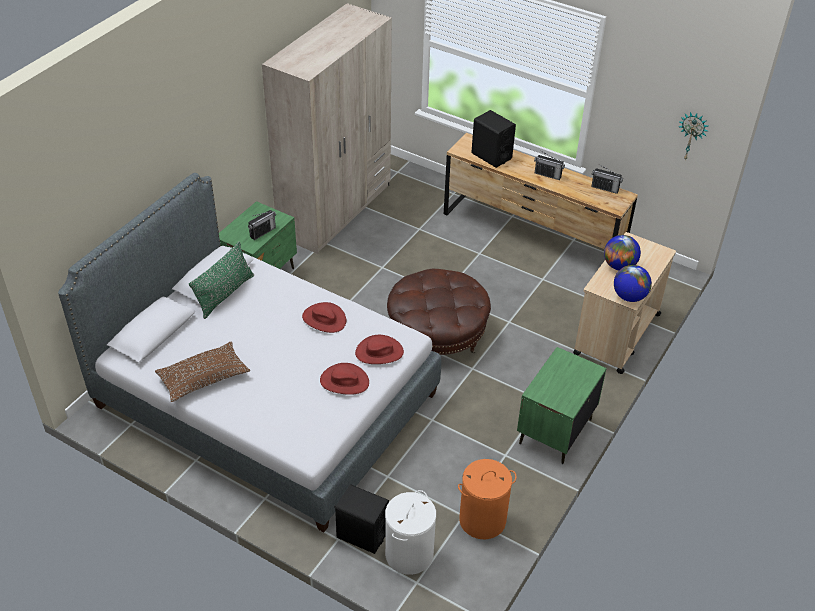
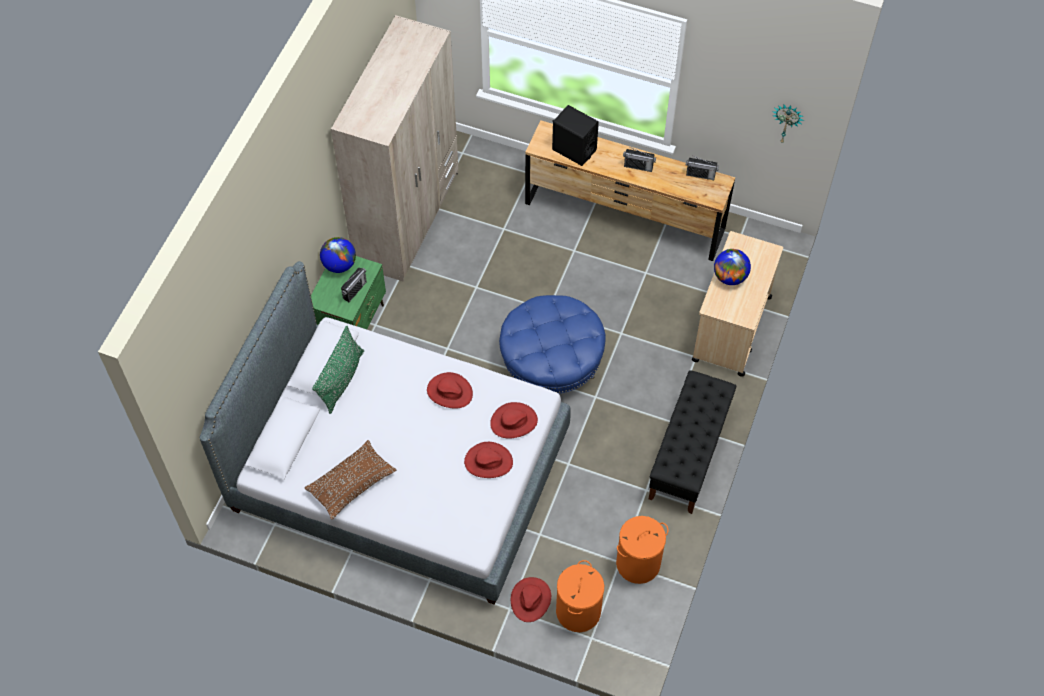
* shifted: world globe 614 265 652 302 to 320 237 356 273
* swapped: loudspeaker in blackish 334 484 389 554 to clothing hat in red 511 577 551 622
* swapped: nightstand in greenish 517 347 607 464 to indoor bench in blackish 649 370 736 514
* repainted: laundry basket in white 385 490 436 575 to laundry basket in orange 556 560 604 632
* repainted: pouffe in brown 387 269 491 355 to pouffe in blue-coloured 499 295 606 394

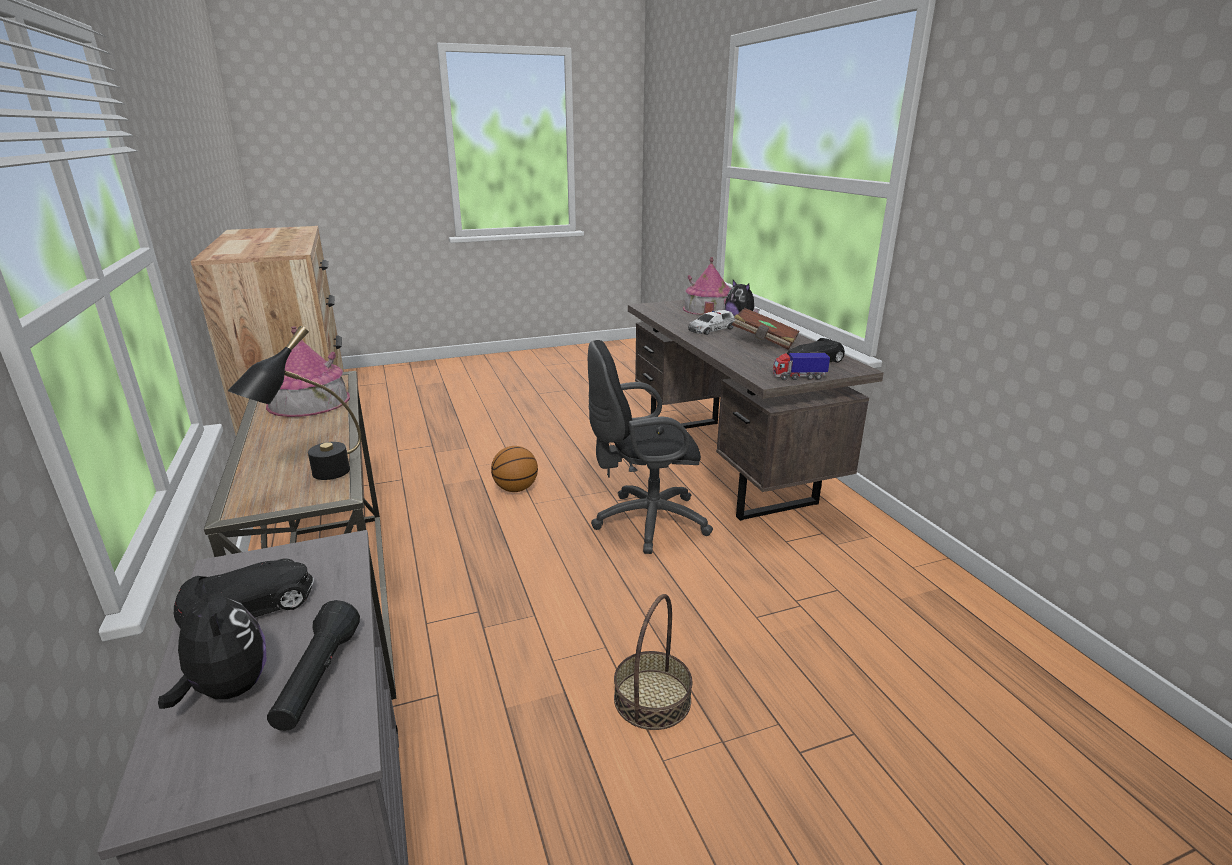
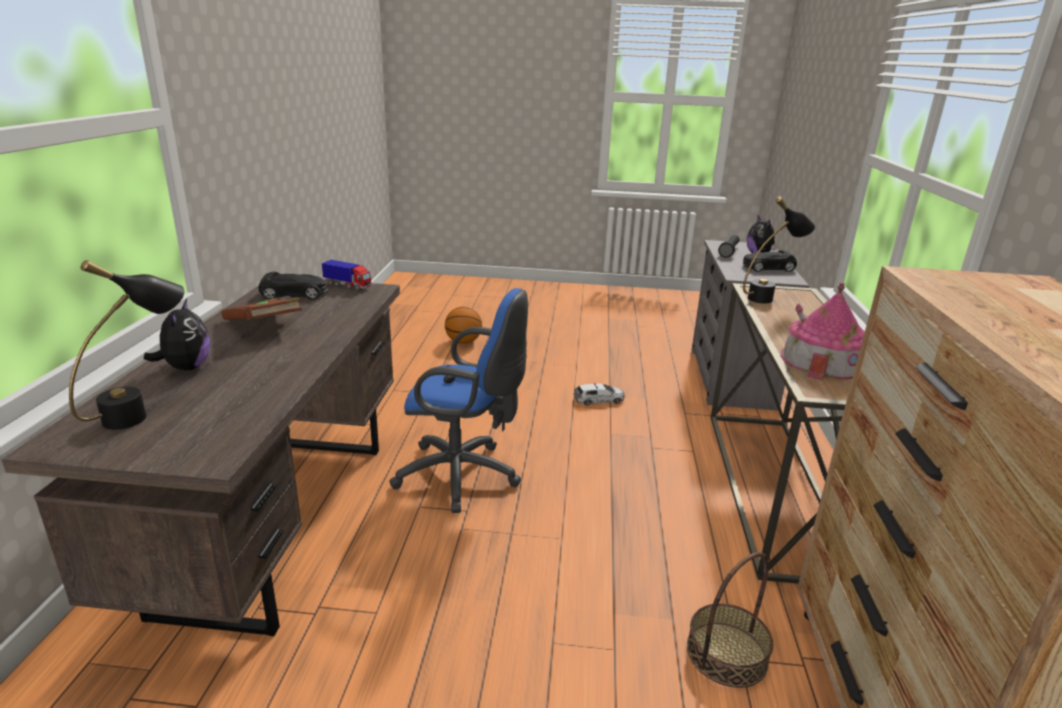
* shifted: basketball ball 491 446 538 492 to 445 306 482 344
* shifted: basket 614 594 693 730 to 687 552 773 688
* shifted: miniature car 688 310 735 335 to 574 383 624 406
* swapped: toy house 683 257 732 315 to lamp for a table in blackish 69 260 185 430
* repainted: computer chair in blackish 588 340 713 554 to computer chair in blue-coloured 389 288 528 513

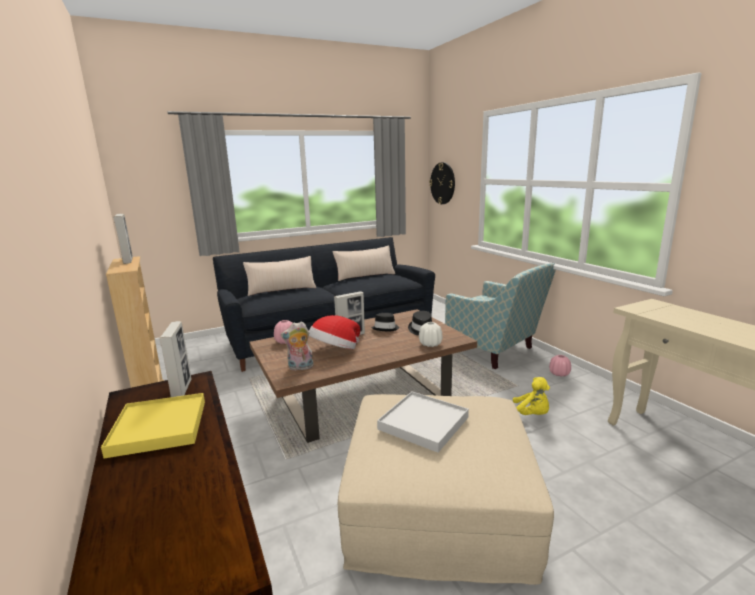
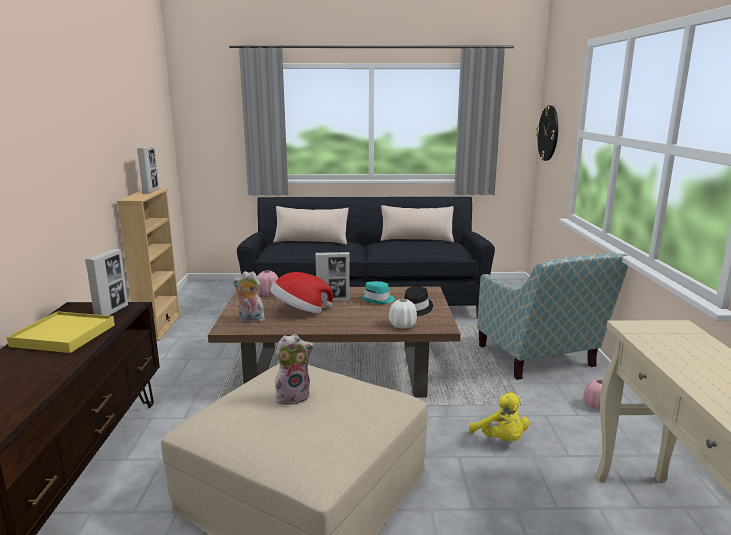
* swapped: serving tray in white 377 392 469 453 to soft toy 275 334 314 405
* repainted: clothing hat in blackish 371 313 399 331 to clothing hat in turquoise-coloured 360 281 395 304

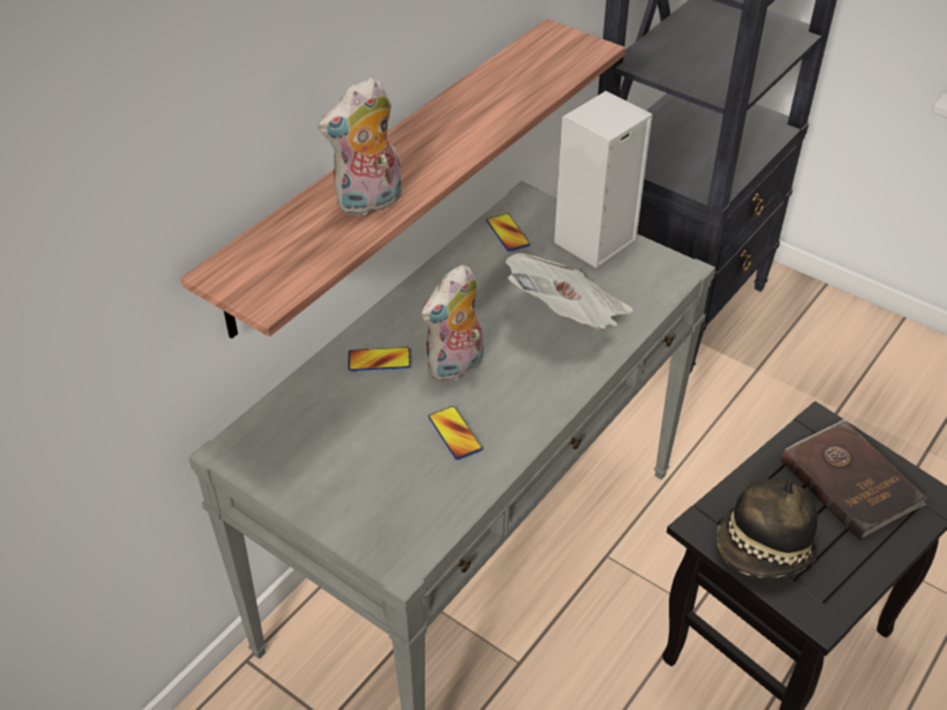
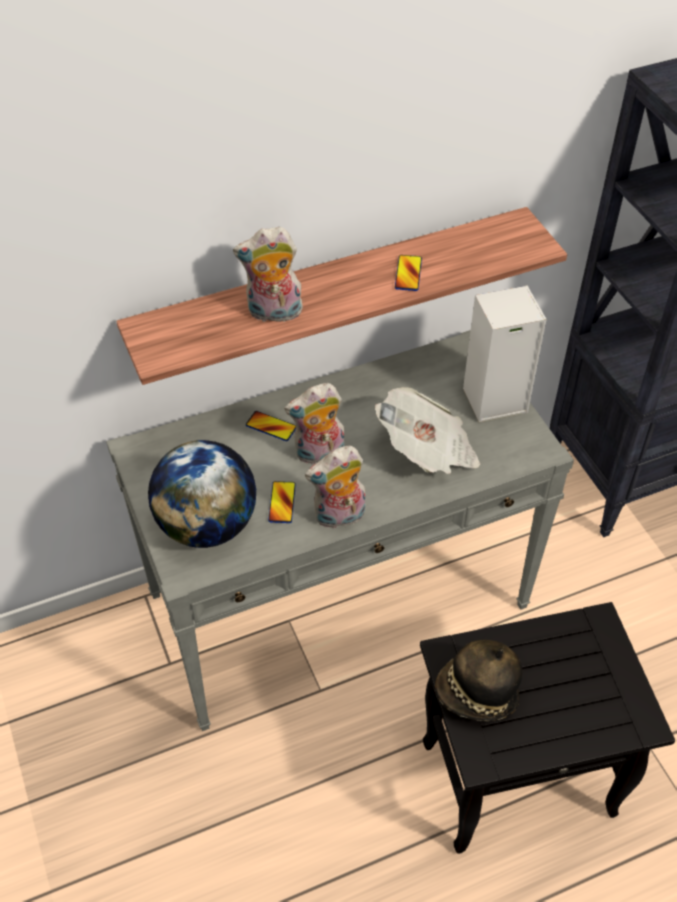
* gone: volume in brown 781 419 927 541
* new: world globe 148 440 256 548
* new: soft toy 305 446 366 529
* shifted: telephone 486 213 530 252 to 395 255 422 291

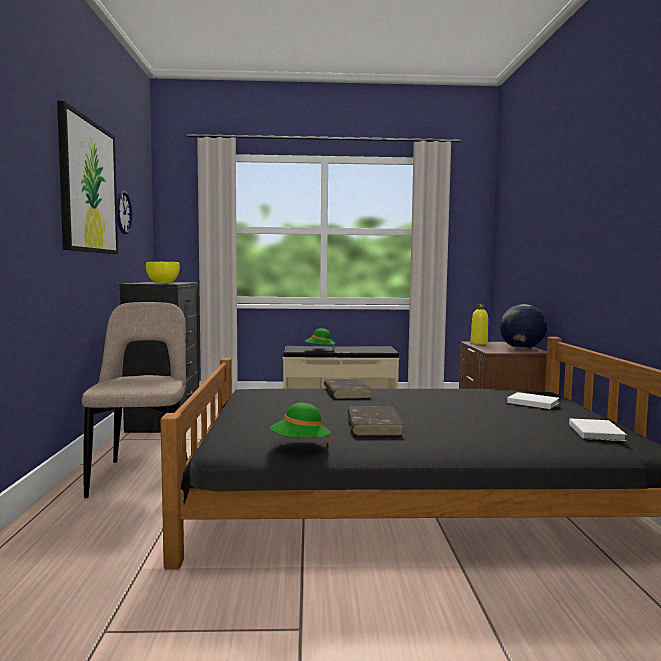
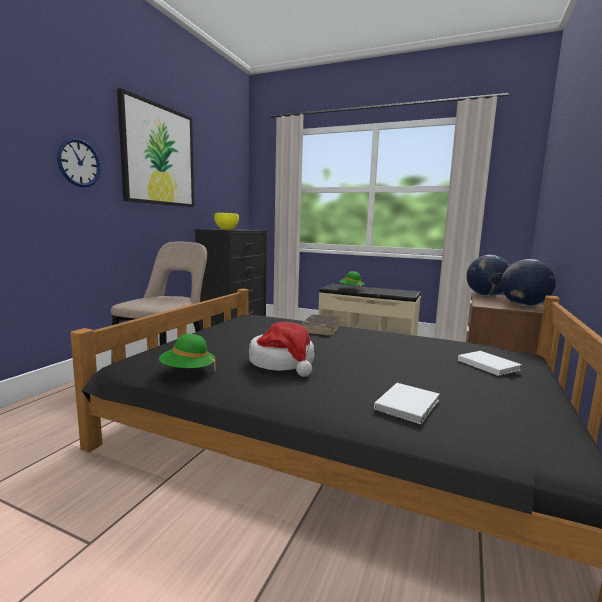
* shifted: clock on the wall 117 191 132 234 to 57 138 101 187
* shifted: volume in white 569 418 627 441 to 374 383 440 424
* swapped: volume in brown 347 406 403 435 to clothing hat 249 322 314 377
* swapped: bottle in yellowish 471 304 488 344 to world globe 466 255 510 296

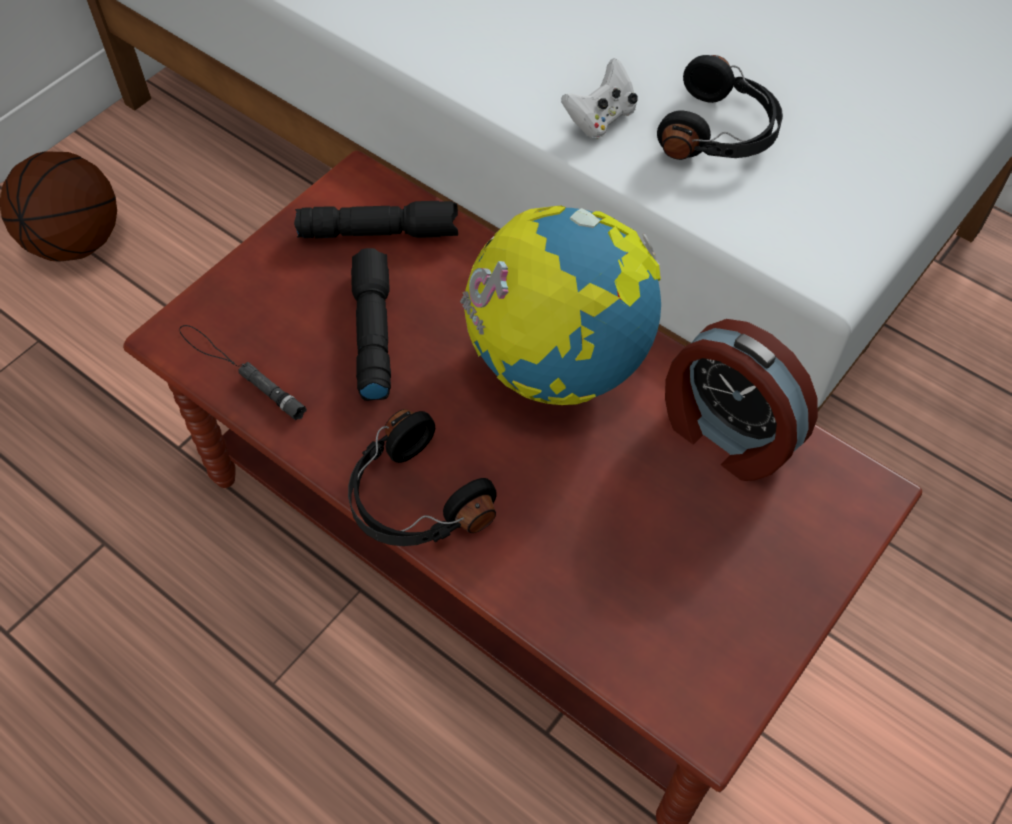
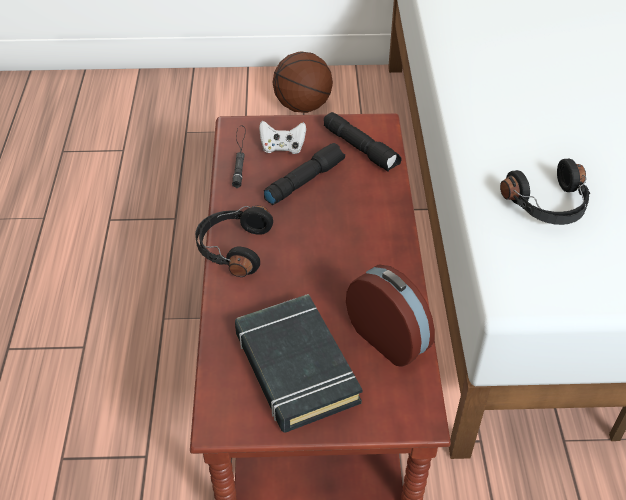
* gone: world globe 460 205 661 405
* new: volume in blackish 235 294 363 433
* shifted: joypad in white 561 58 638 139 to 259 121 306 154
* rotated: bedside clock 665 319 818 481 = 346 264 435 367 135 degrees clockwise

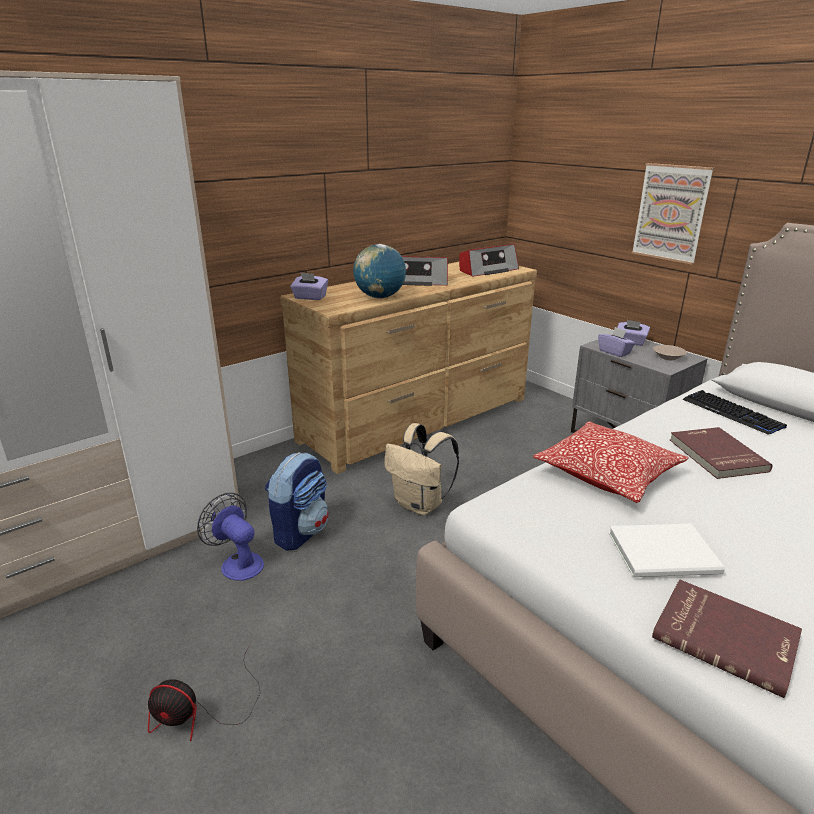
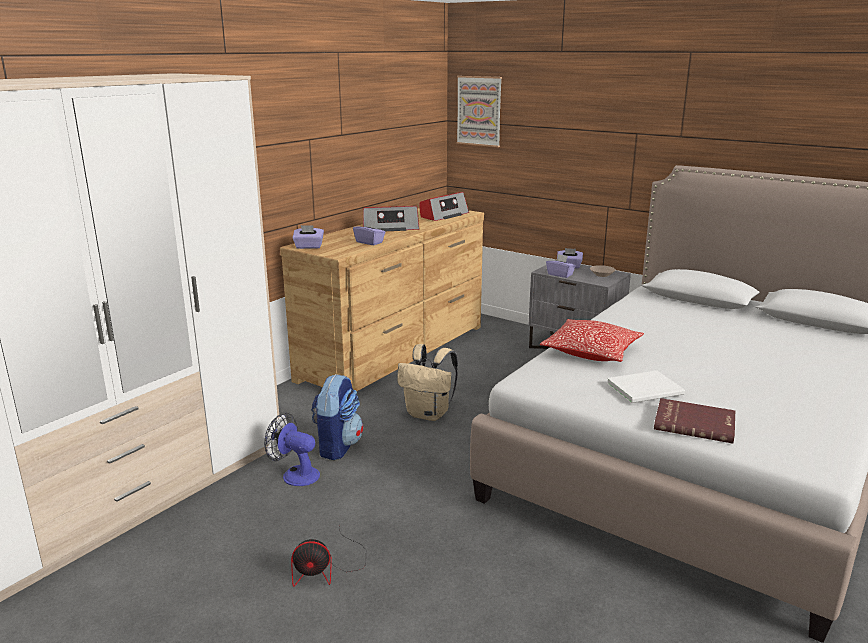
* gone: volume in red 670 427 772 479
* gone: computer keyboard 682 390 787 435
* shifted: wall art 632 163 714 265 to 456 76 502 147
* swapped: world globe 353 244 406 298 to box of tissues in purple 353 219 386 245

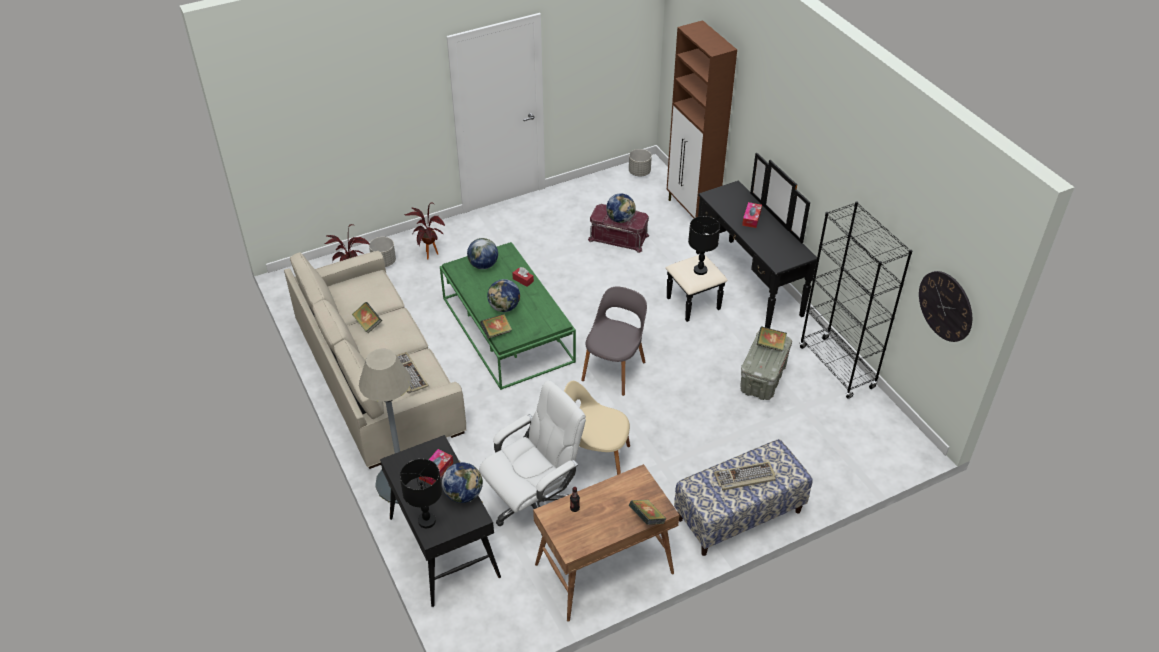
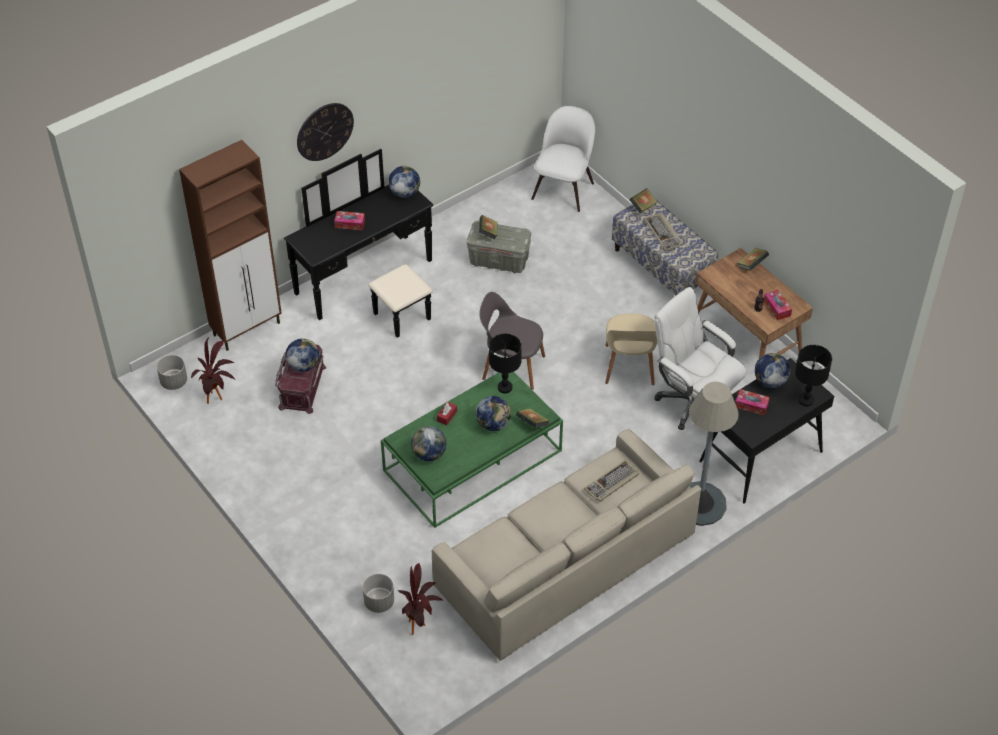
* gone: bookcase in blackish 800 201 912 399
* new: world globe 388 166 420 198
* new: upright chair in white 531 106 595 212
* new: box of tissues 764 290 792 320
* shifted: volume 352 302 382 334 to 629 188 657 213
* shifted: plant in a pot 405 202 445 260 to 191 338 235 404
* shifted: lamp for a table in blackish 688 216 720 275 to 489 333 522 394
* shifted: clock on the wall 919 271 972 342 to 297 103 354 161

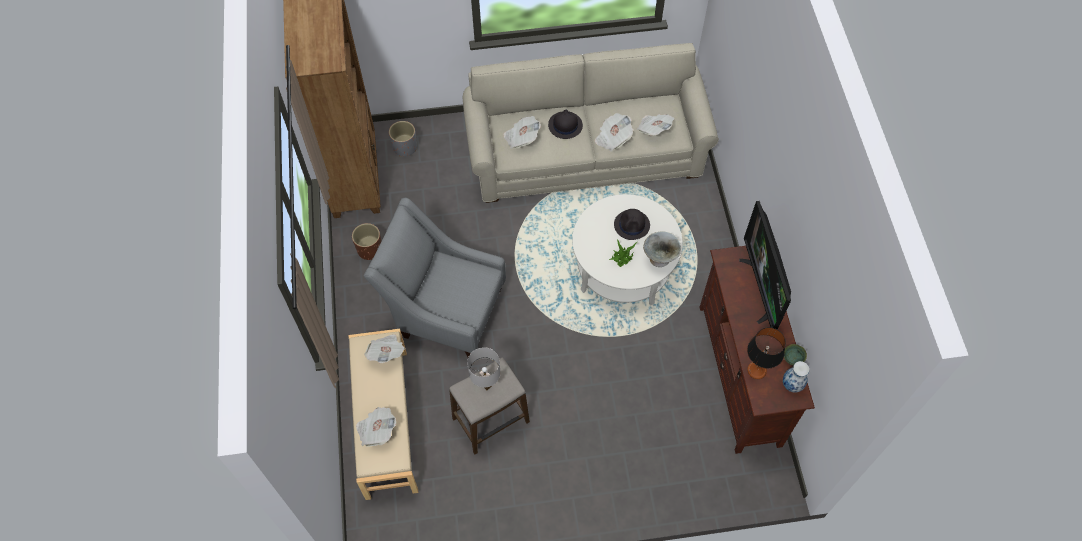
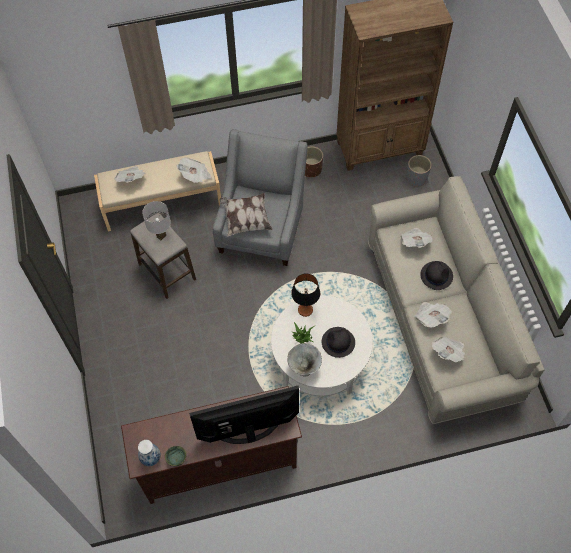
* new: cushion 220 193 273 237
* shifted: lamp for a table 747 327 786 379 to 291 273 320 317

